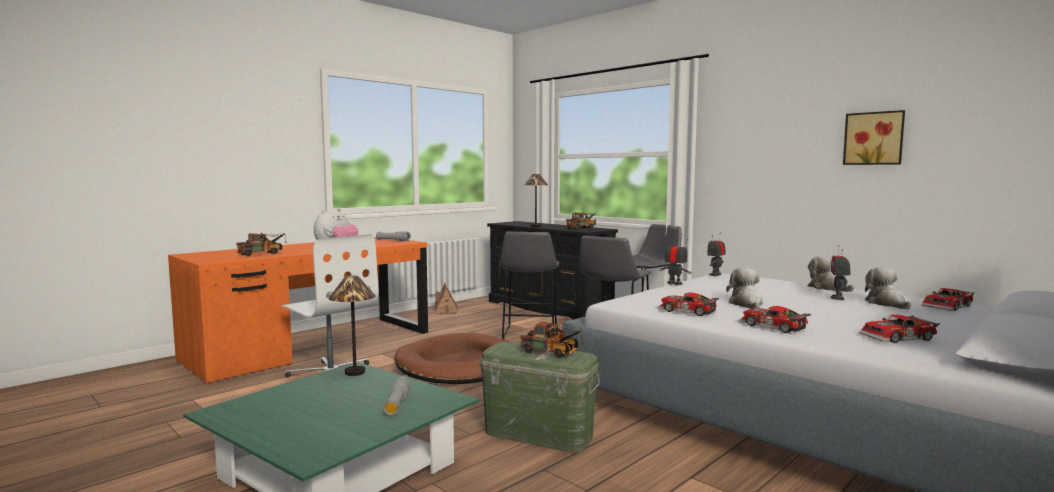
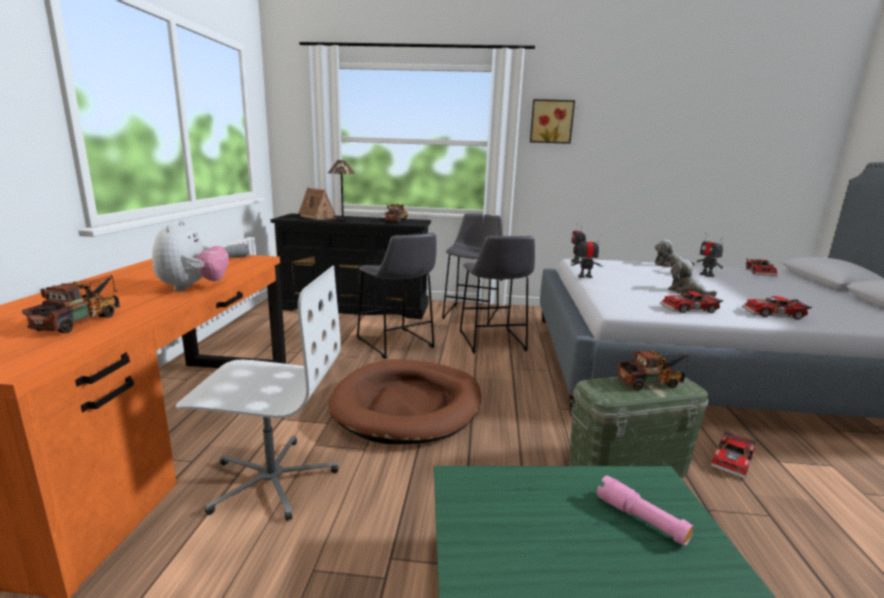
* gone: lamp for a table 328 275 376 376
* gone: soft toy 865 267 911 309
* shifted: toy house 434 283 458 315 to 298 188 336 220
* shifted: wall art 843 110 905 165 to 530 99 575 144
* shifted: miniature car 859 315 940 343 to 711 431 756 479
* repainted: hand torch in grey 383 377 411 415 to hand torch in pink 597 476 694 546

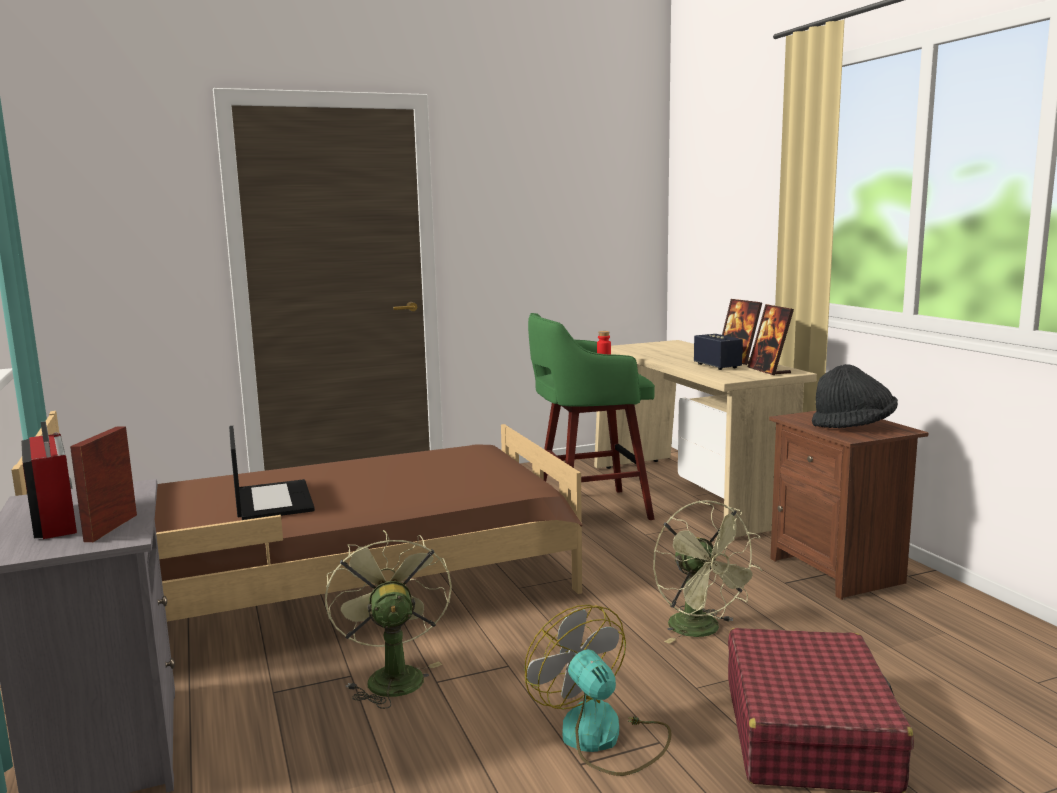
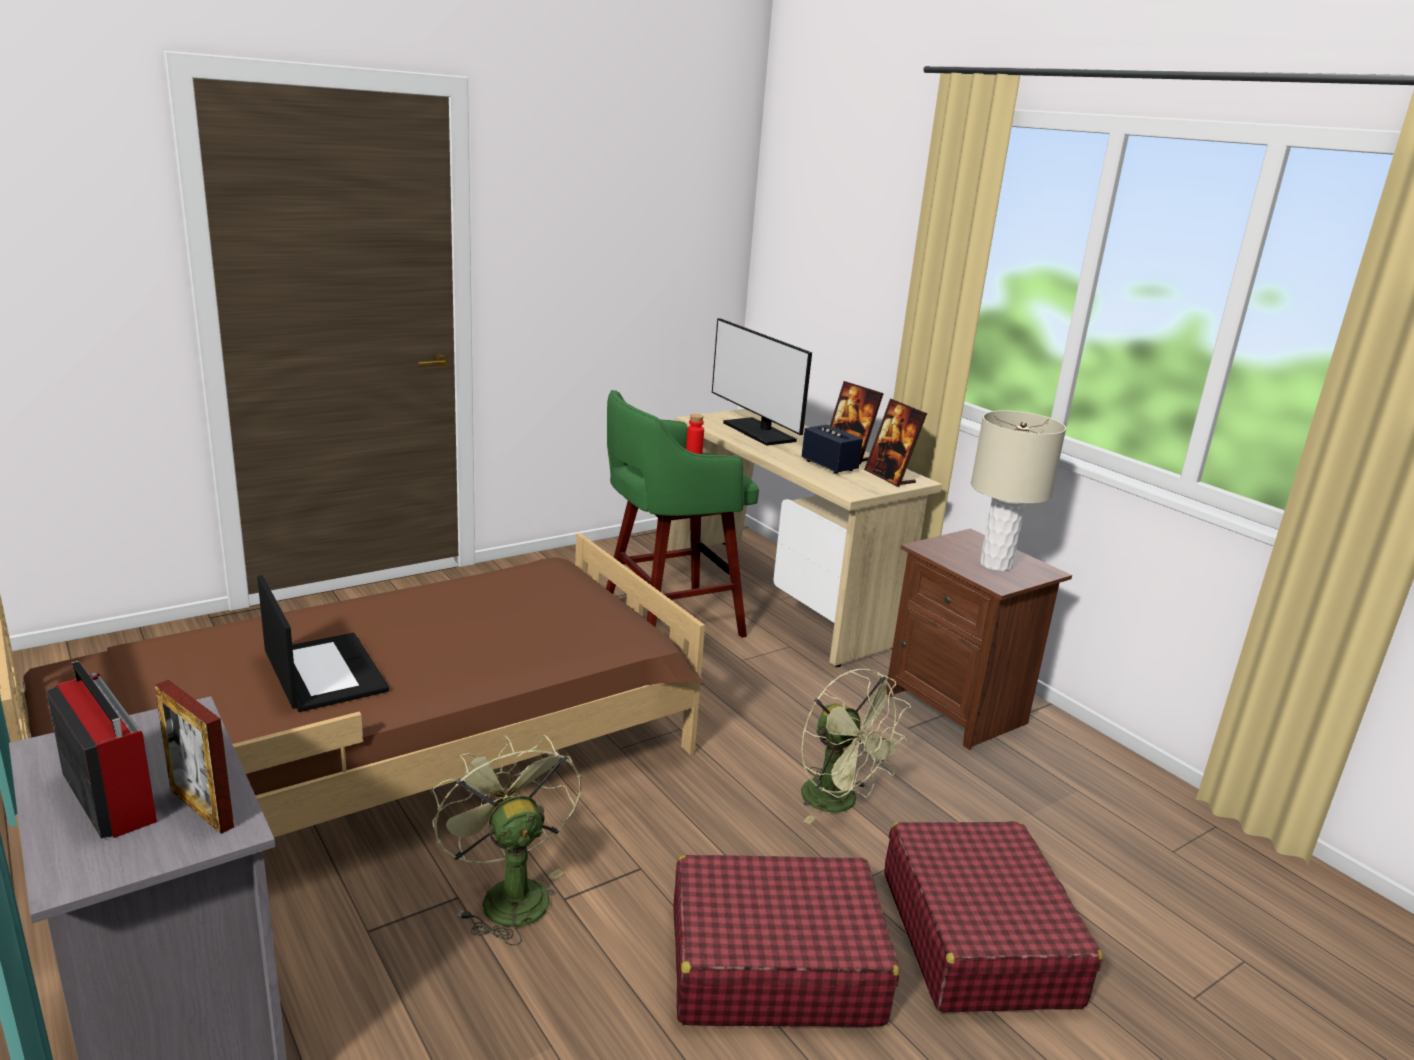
* new: computer screen 712 318 812 446
* swapped: electric fan 524 605 672 776 to suitcase in red 673 855 899 1027
* swapped: clothing hat in blackish 812 364 898 428 to lamp for a table in beige 971 410 1066 572
* rotated: photo frame 70 427 137 542 = 155 680 234 834 45 degrees counterclockwise

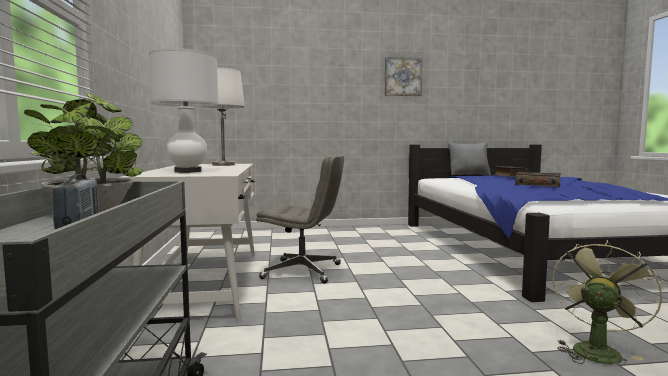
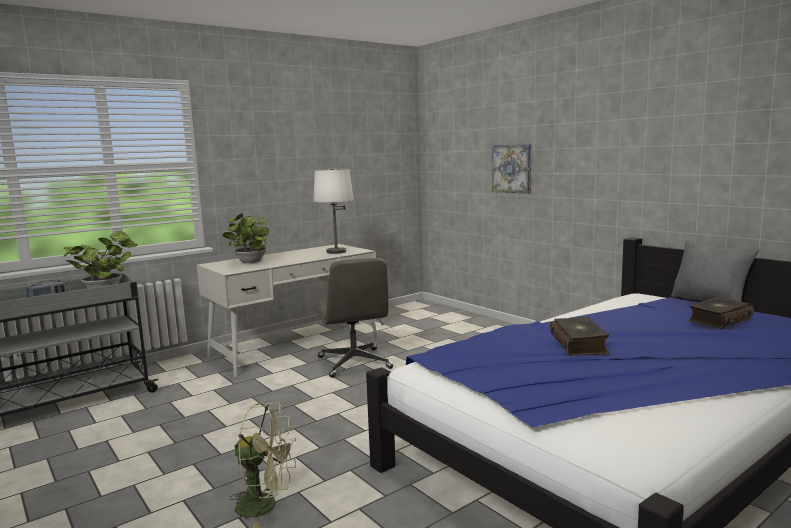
* shifted: wall art 385 57 422 96 to 492 144 532 194
* swapped: lamp for a table in white 149 48 219 173 to plant in a pot 223 213 269 263

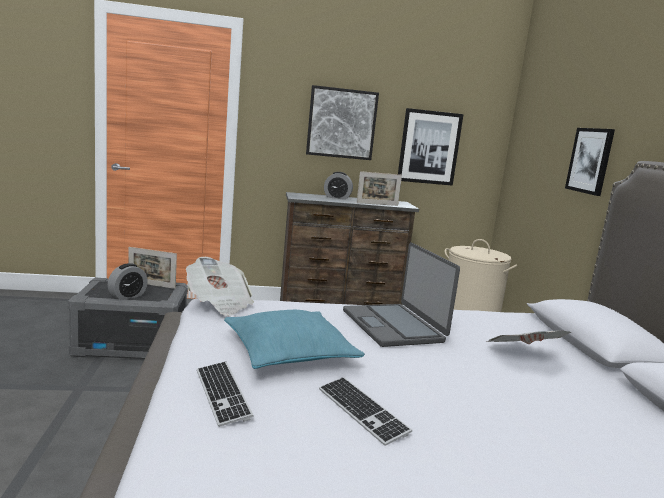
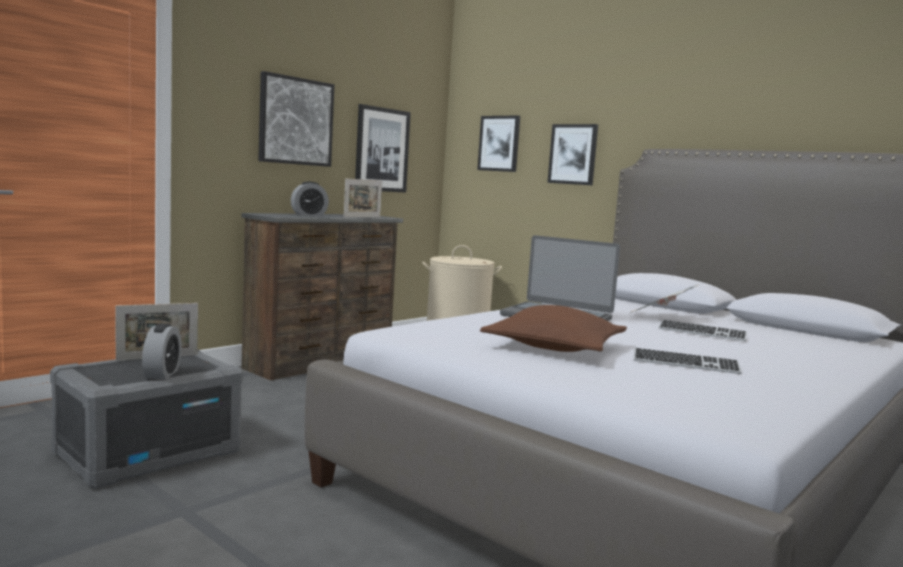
* gone: printed paper 186 257 254 316
* new: wall art 477 115 520 172
* shifted: computer keyboard 197 362 253 427 to 659 320 747 341
* repainted: cushion in turquoise-coloured 224 310 365 369 to cushion in brown 480 305 627 352

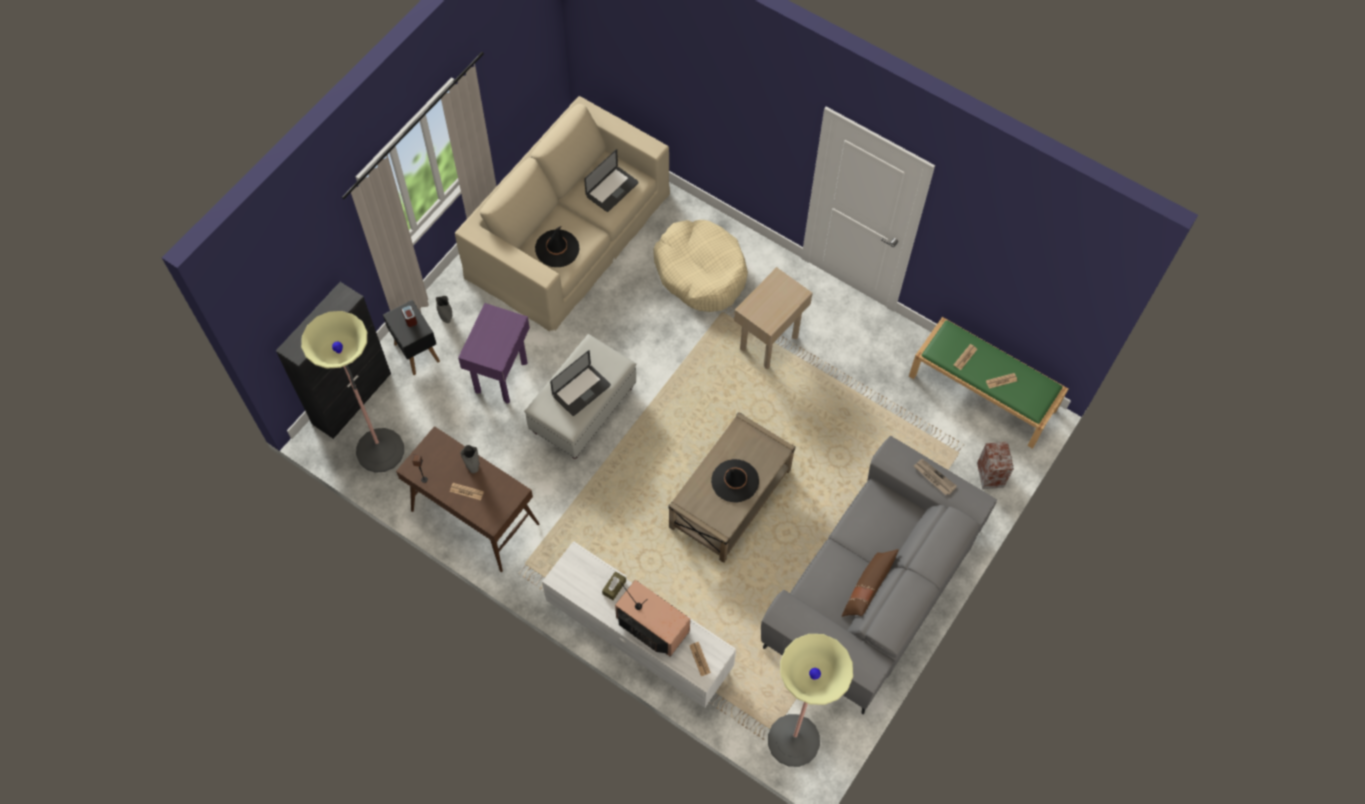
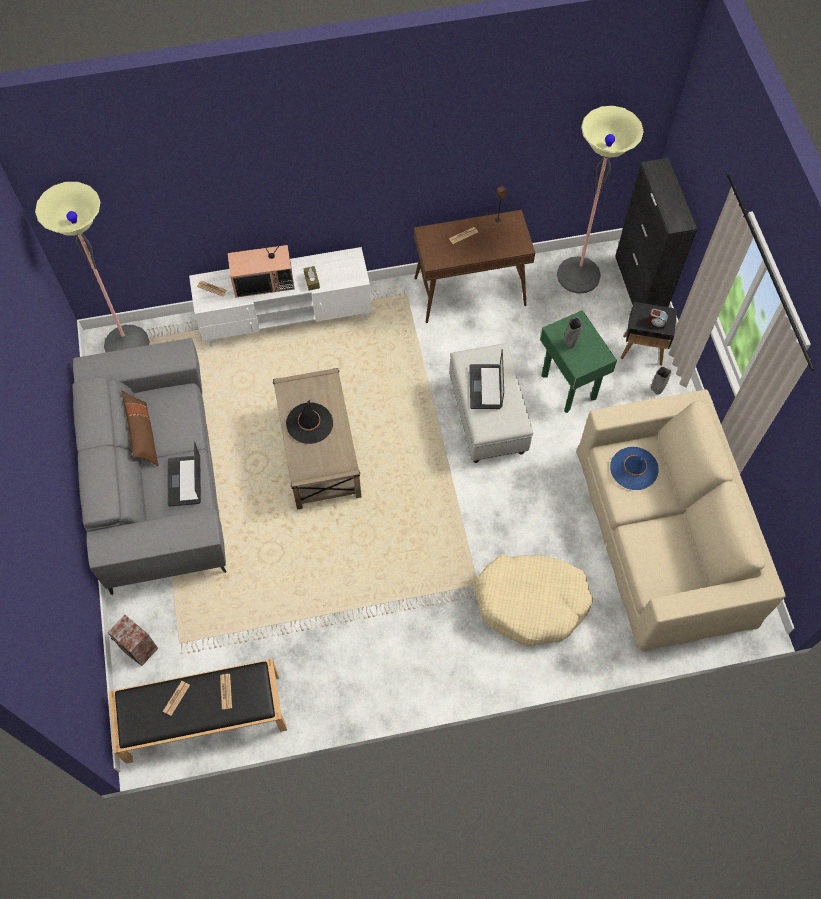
* gone: end table in beige 734 267 813 369
* gone: printed paper 914 459 957 495
* shifted: flower vase in grey 460 445 479 473 to 564 317 582 349
* shifted: portable computer 584 149 639 212 to 168 441 201 506
* repainted: end table in purple 458 303 530 403 to end table in greenish 540 310 617 413
* repainted: clothing hat in blackish 535 226 580 267 to clothing hat in blue-coloured 610 447 659 490
* repainted: indoor bench in greenish 909 317 1068 449 to indoor bench in blackish 109 659 287 764

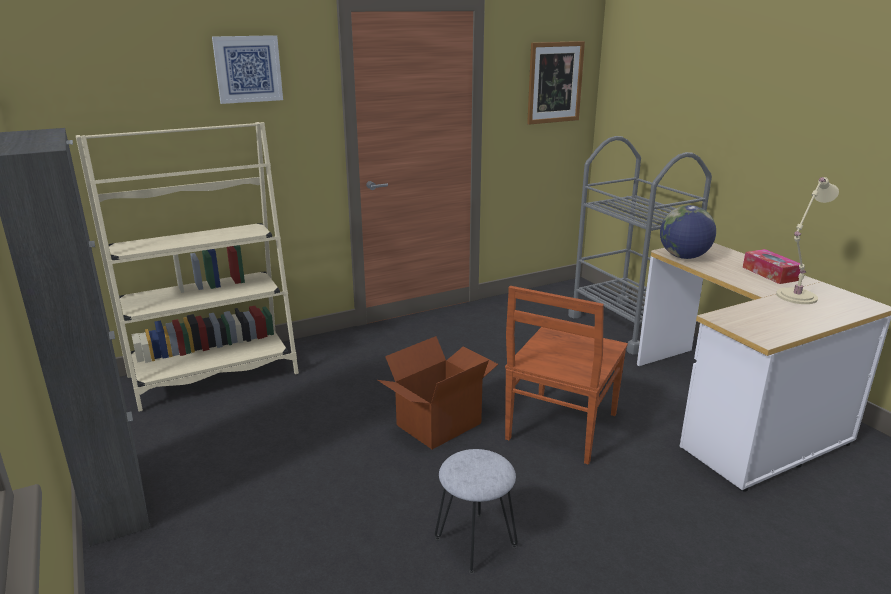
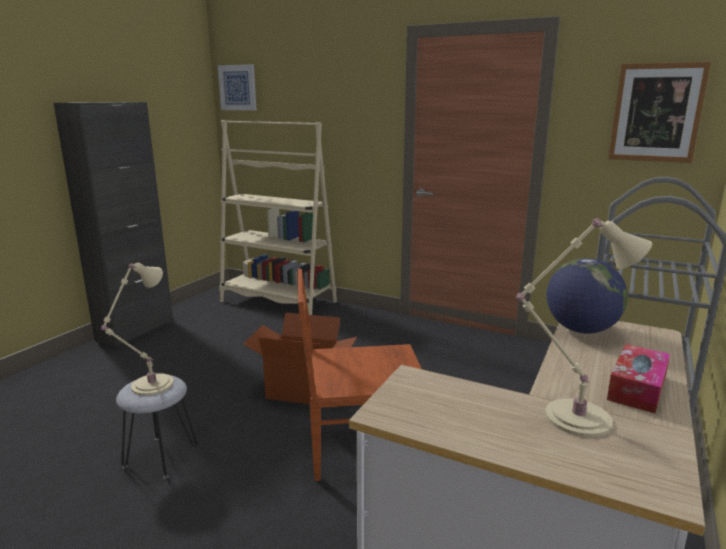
* new: lamp for a table in beige 101 263 173 396
* shifted: wall art 212 35 283 104 to 218 64 256 111

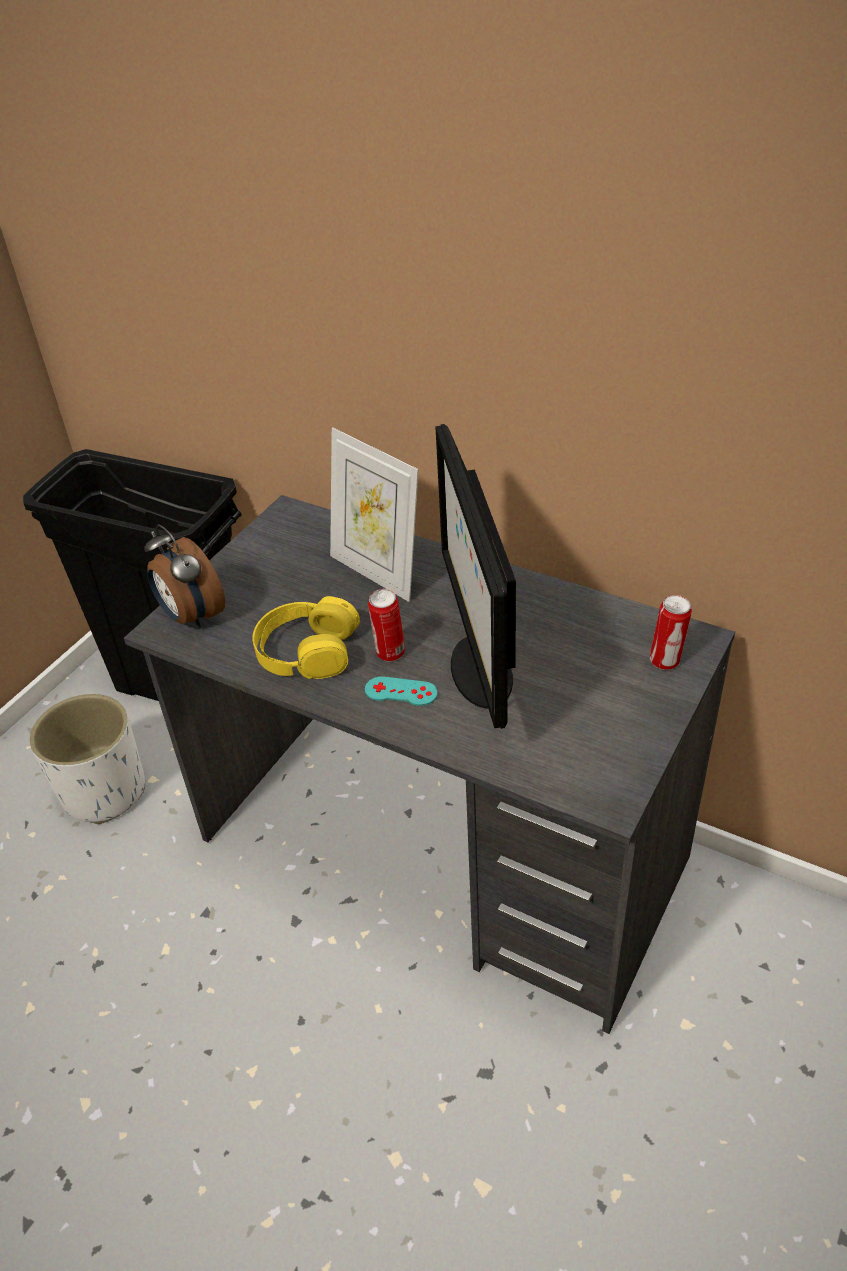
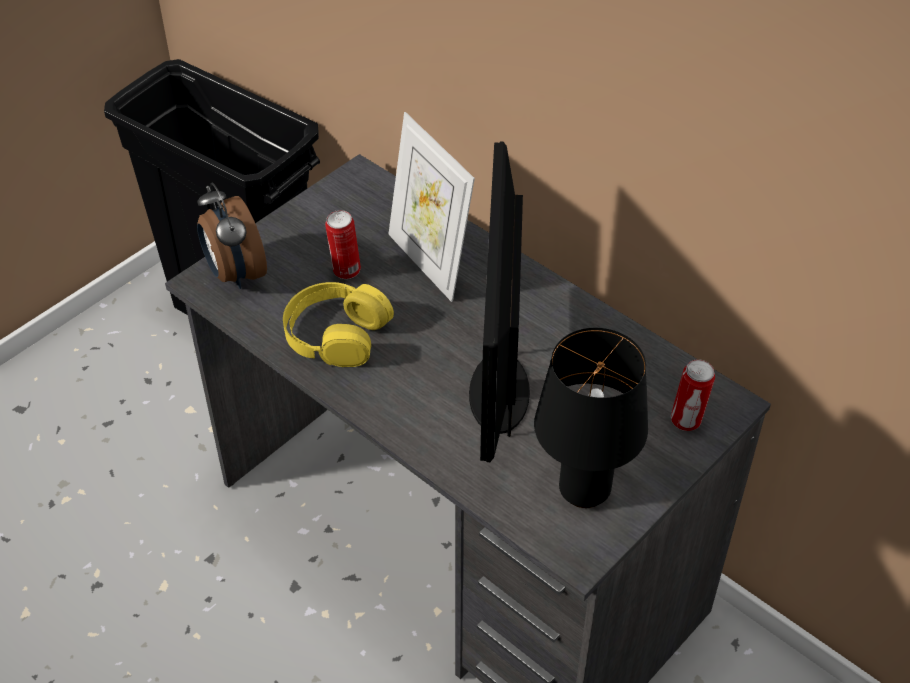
* gone: plant pot in white 30 694 145 824
* gone: joypad in turquoise-coloured 365 676 438 706
* new: lamp for a table in blackish 534 328 648 508
* shifted: sealed can 368 589 405 662 to 325 210 361 279

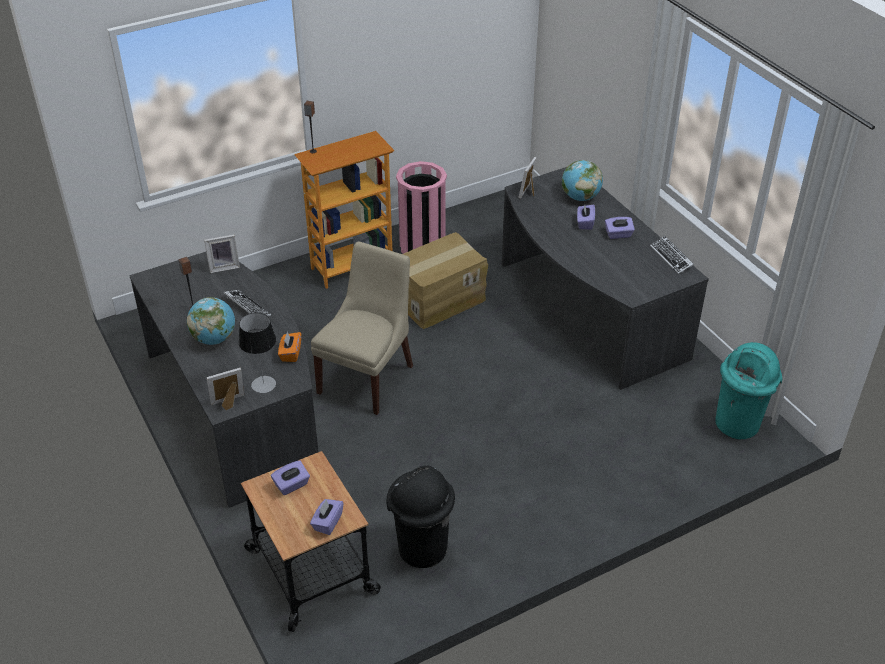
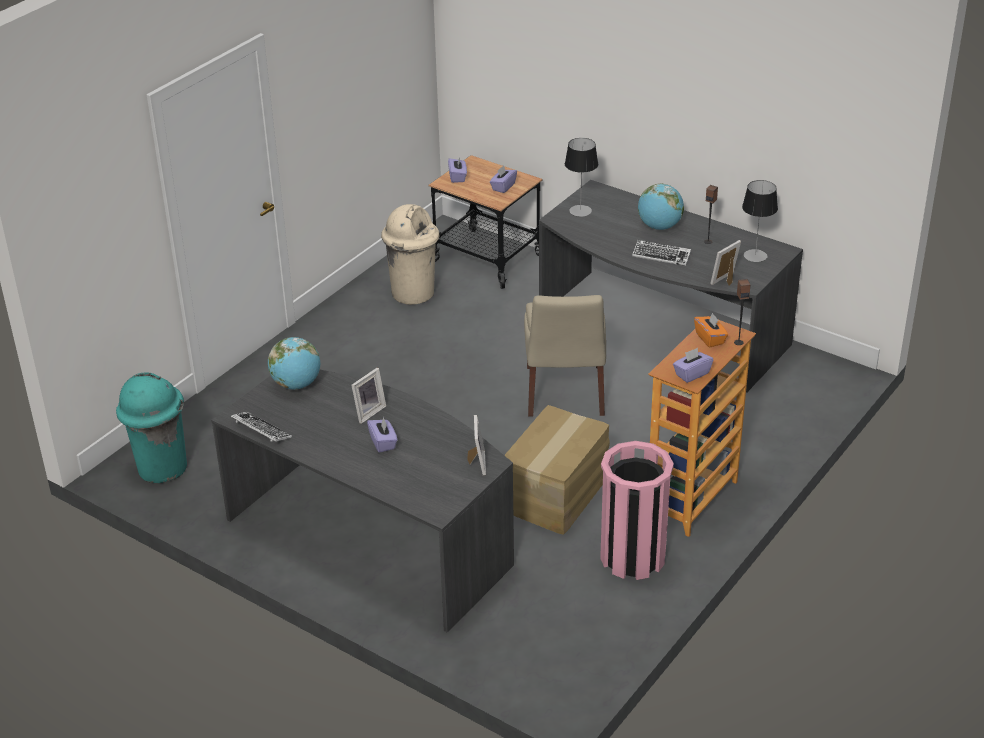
* new: lamp for a table 742 180 778 262
* shifted: photo frame 207 368 244 410 to 351 368 386 424
* shifted: box of tissues in orange 278 332 301 362 to 694 312 728 348
* shifted: world globe 562 160 603 201 to 268 337 320 390
* shifted: box of tissues in purple 605 217 635 239 to 673 348 713 383
* repainted: waste bin in blackish 386 465 455 568 to waste bin in beige 381 204 439 305

